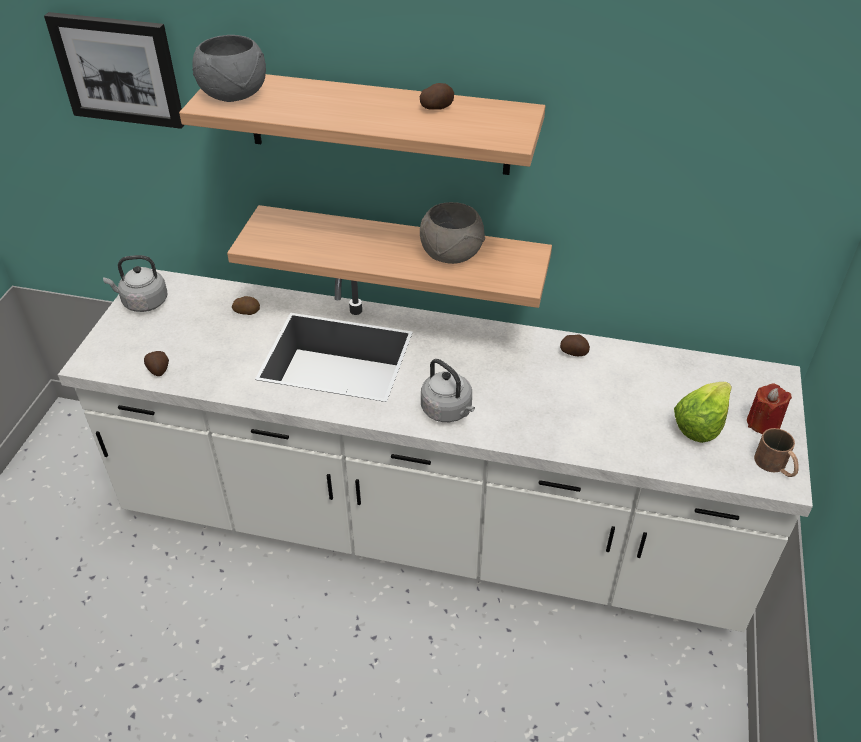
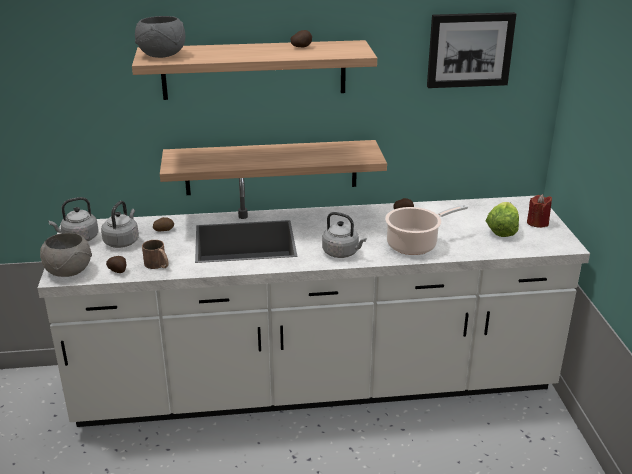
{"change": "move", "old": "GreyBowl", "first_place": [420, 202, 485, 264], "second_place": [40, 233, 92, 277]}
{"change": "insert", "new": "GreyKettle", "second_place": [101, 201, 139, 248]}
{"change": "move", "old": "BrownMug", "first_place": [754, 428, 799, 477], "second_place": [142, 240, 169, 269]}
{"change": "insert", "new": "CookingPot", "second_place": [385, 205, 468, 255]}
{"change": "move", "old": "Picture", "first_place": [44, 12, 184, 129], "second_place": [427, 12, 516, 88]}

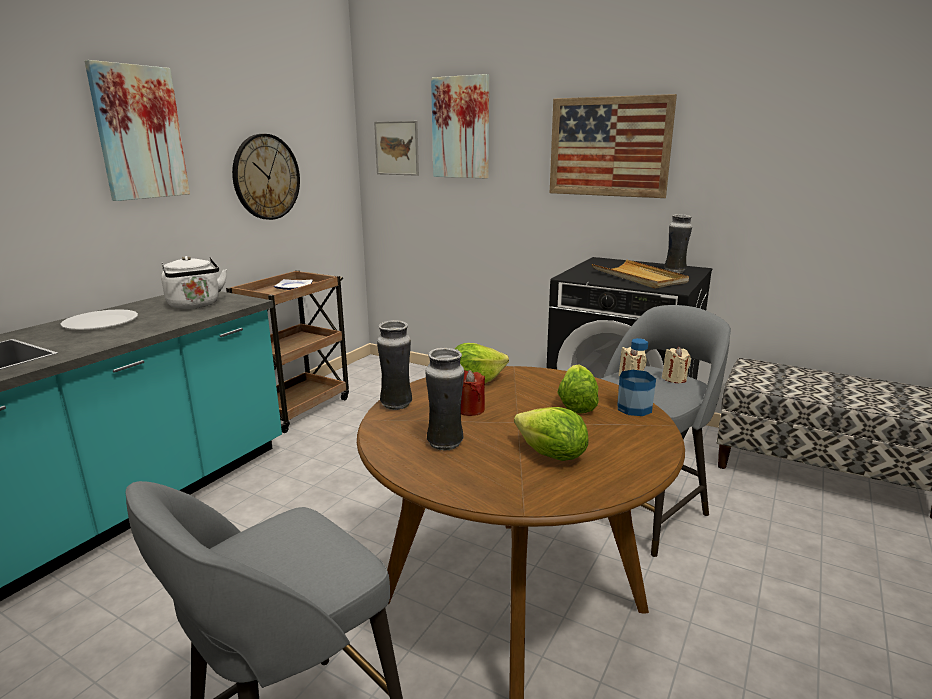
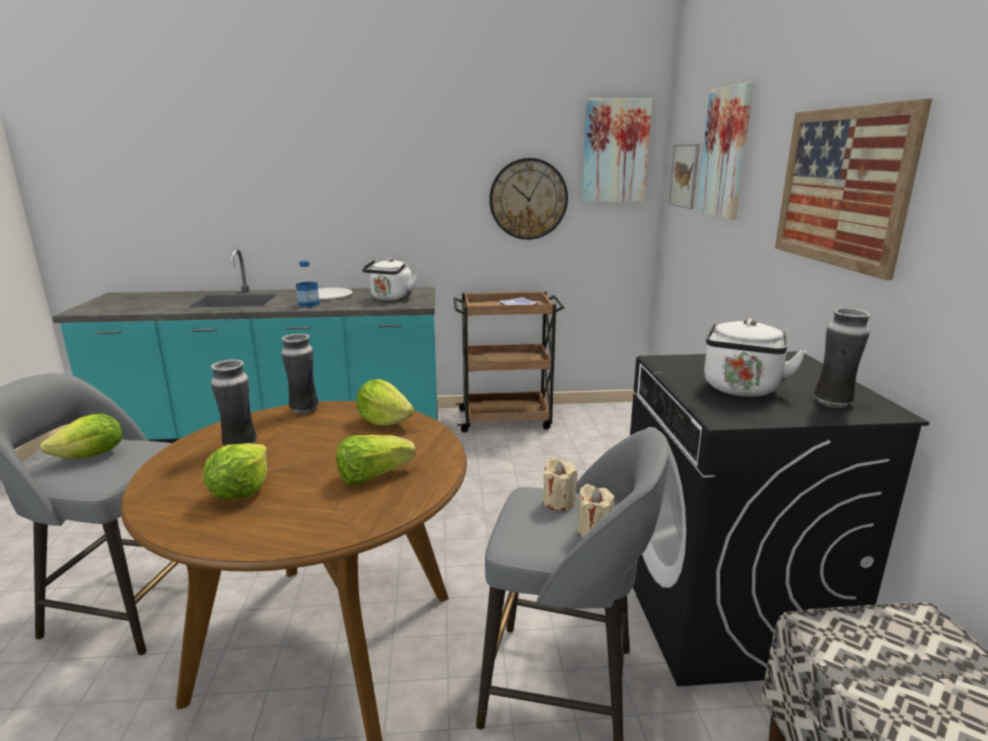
{"change": "insert", "new": "Lettuce", "second_place": [40, 414, 122, 459]}
{"change": "move", "old": "Bottle", "first_place": [617, 338, 656, 416], "second_place": [296, 261, 320, 307]}
{"change": "move", "old": "Picture", "first_place": [85, 60, 190, 201], "second_place": [582, 98, 652, 202]}
{"change": "replace", "old": "BeigeTray", "new": "WhiteKettle", "first_place": [592, 259, 689, 289], "second_place": [704, 319, 806, 397]}
{"change": "delete", "old": "RedCandle", "first_place": [461, 370, 485, 416]}

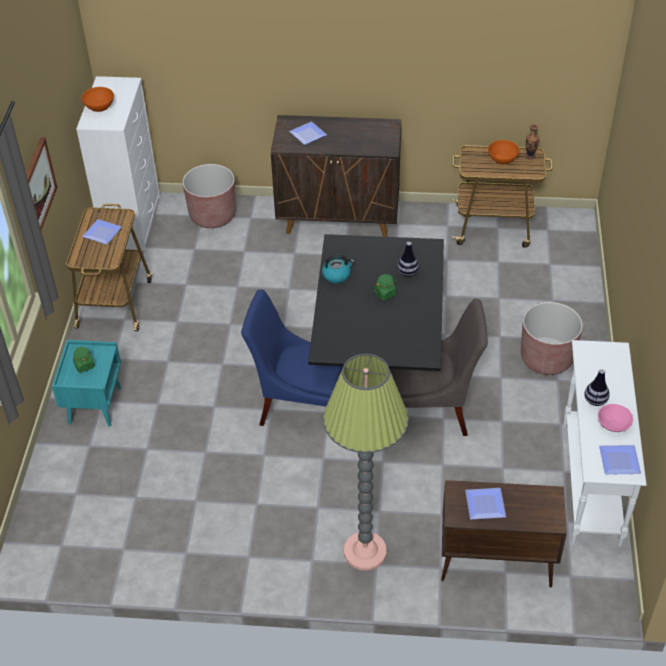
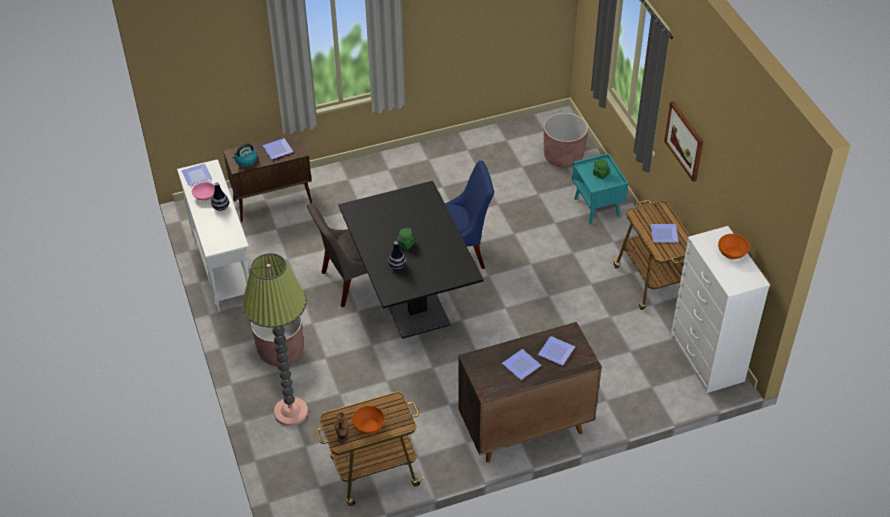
{"change": "move", "old": "Kettle", "first_place": [322, 254, 355, 284], "second_place": [232, 143, 257, 167]}
{"change": "move", "old": "FloorLamp", "first_place": [323, 354, 409, 570], "second_place": [242, 253, 308, 426]}
{"change": "insert", "new": "Plate", "second_place": [502, 349, 542, 380]}
{"change": "move", "old": "BrownPlanter", "first_place": [183, 164, 236, 228], "second_place": [544, 113, 588, 168]}

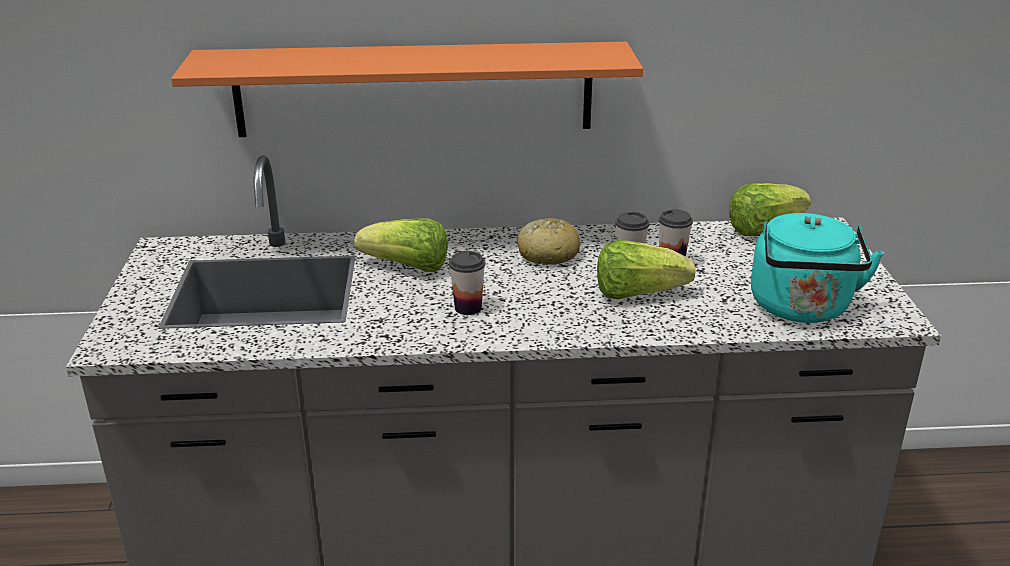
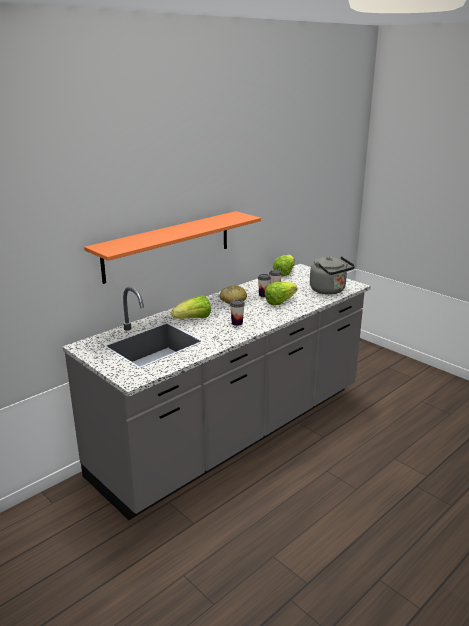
{"change": "recolor", "old": "TurquoiseKettle", "new": "GreyKettle", "first_place": [751, 213, 884, 323], "second_place": [310, 256, 355, 295]}

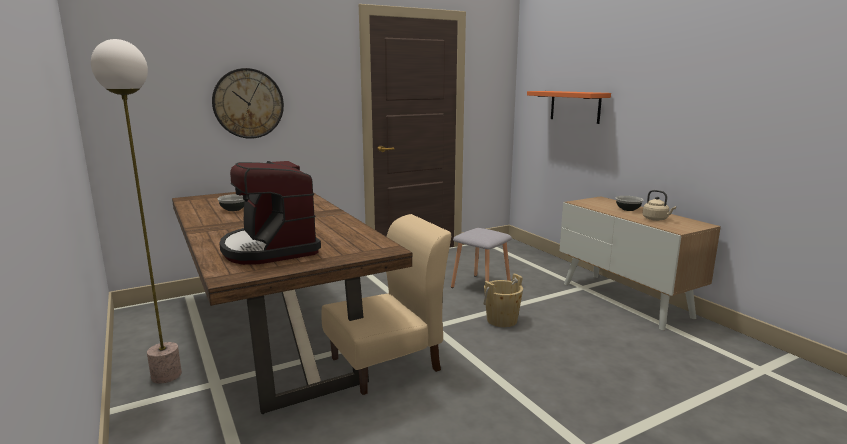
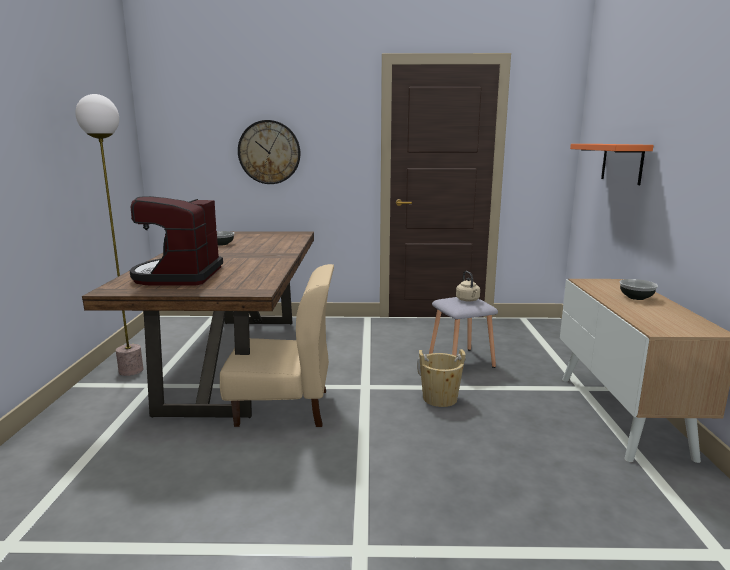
{"change": "move", "old": "BeigeKettle", "first_place": [642, 190, 676, 221], "second_place": [456, 271, 480, 302]}

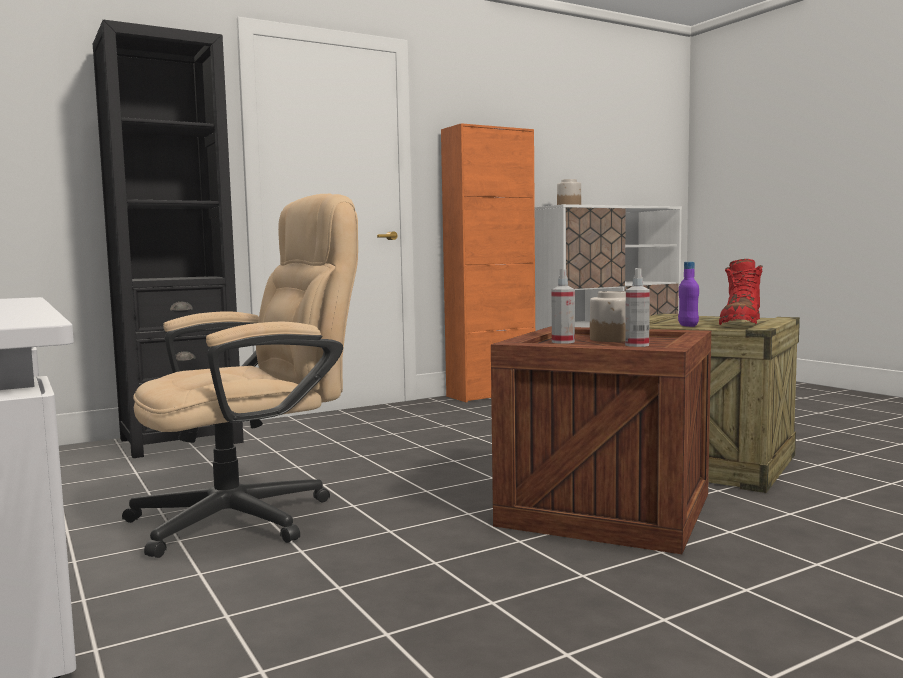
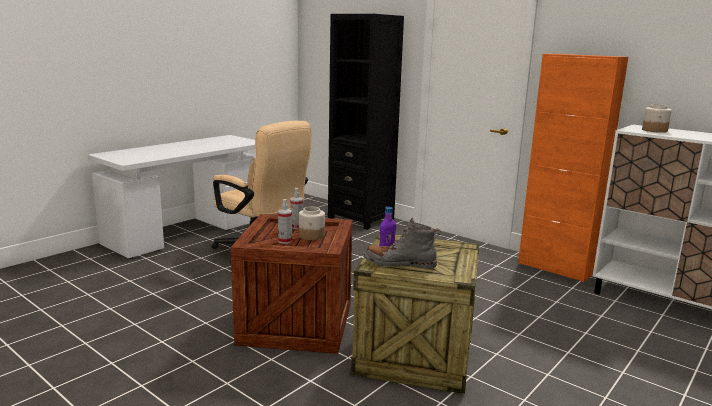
{"change": "recolor", "old": "RedBoot", "new": "GreyBoot", "first_place": [719, 259, 763, 325], "second_place": [363, 218, 441, 269]}

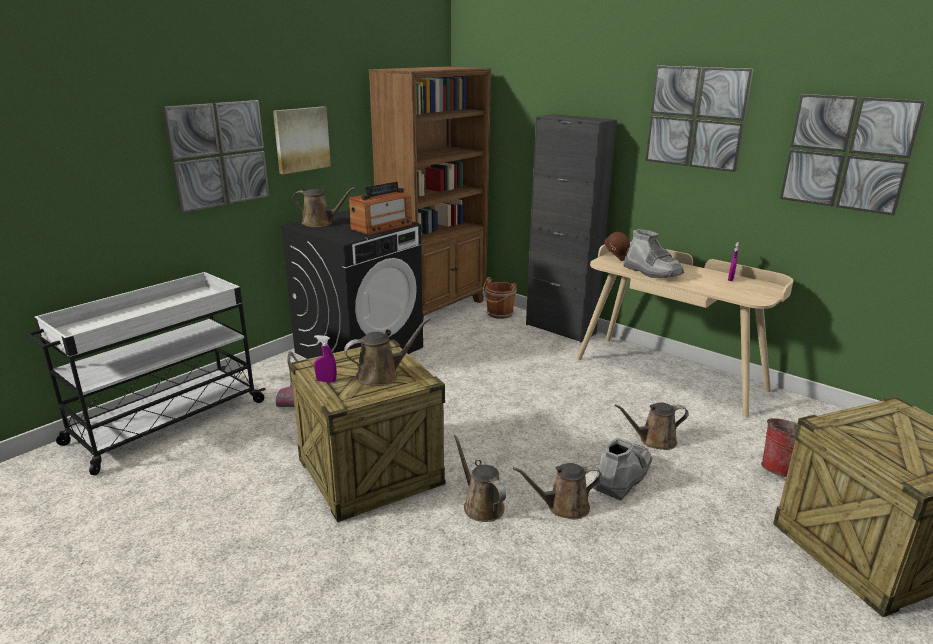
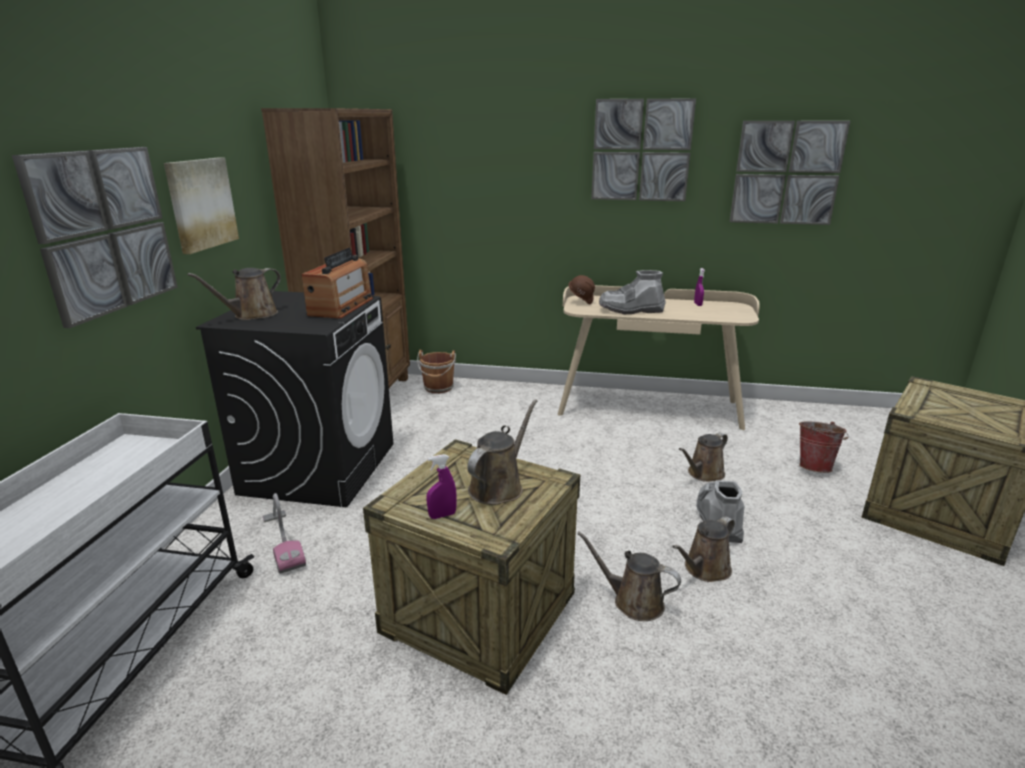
{"change": "rotate", "old": "BrownWateringCan", "first_place": [292, 187, 355, 227], "second_place": [187, 268, 281, 320], "degrees": 150}
{"change": "rotate", "old": "GreyBoot", "first_place": [623, 229, 684, 278], "second_place": [599, 270, 666, 314], "degrees": 150}
{"change": "delete", "old": "BlackCabinet", "first_place": [526, 114, 617, 343]}

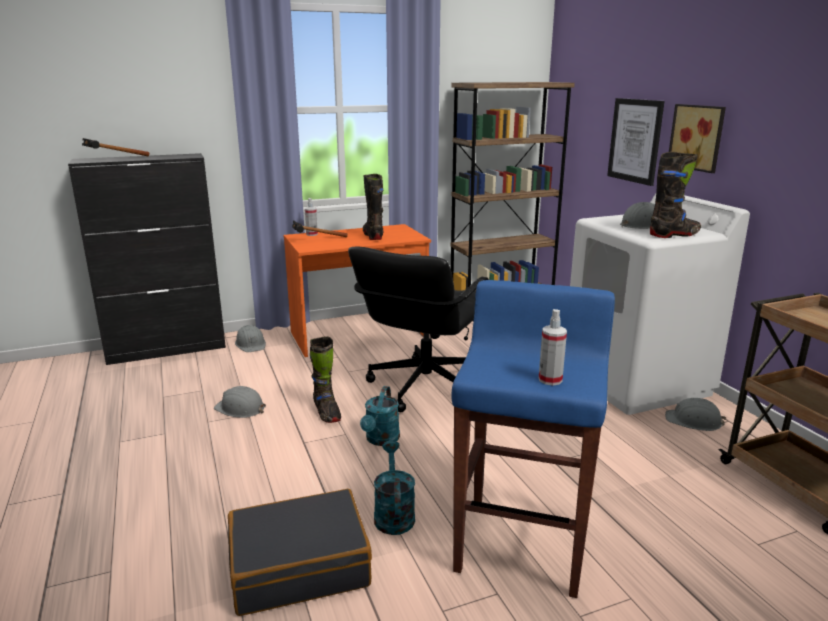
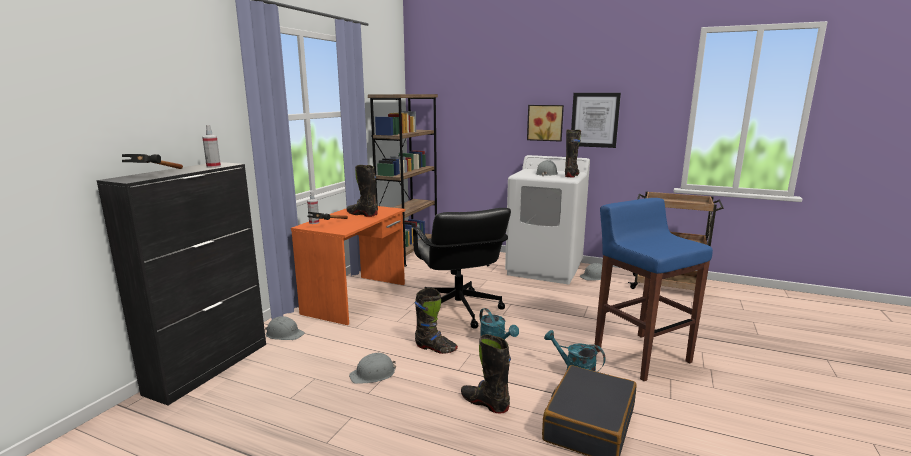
{"change": "move", "old": "SprayBottle", "first_place": [539, 309, 567, 386], "second_place": [202, 125, 221, 168]}
{"change": "insert", "new": "BlackBoot", "second_place": [461, 334, 511, 414]}
{"change": "move", "old": "Picture", "first_place": [607, 98, 665, 186], "second_place": [571, 93, 621, 148]}

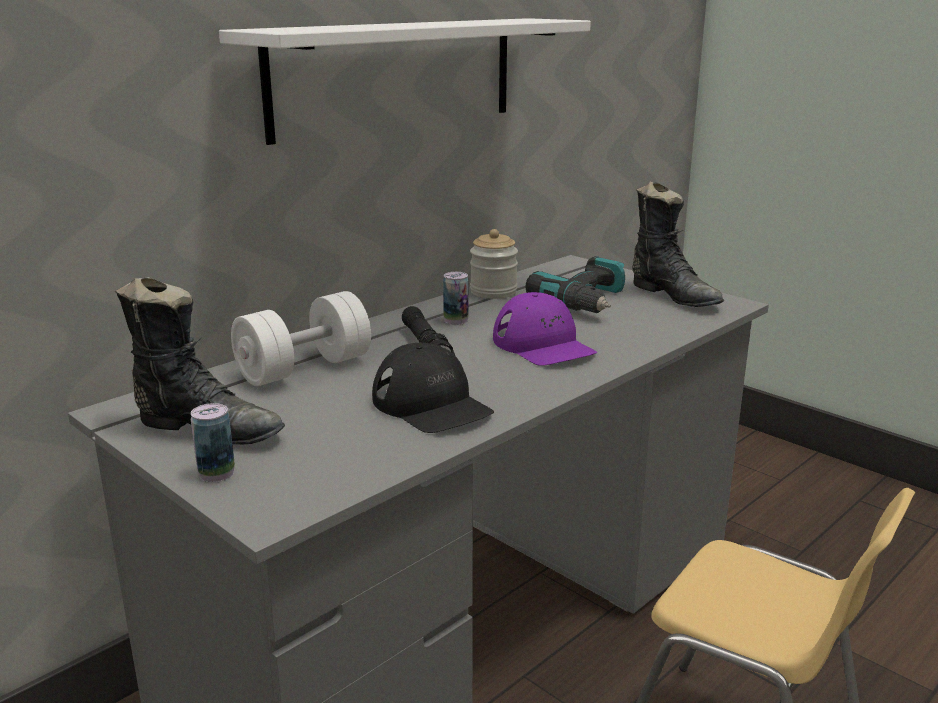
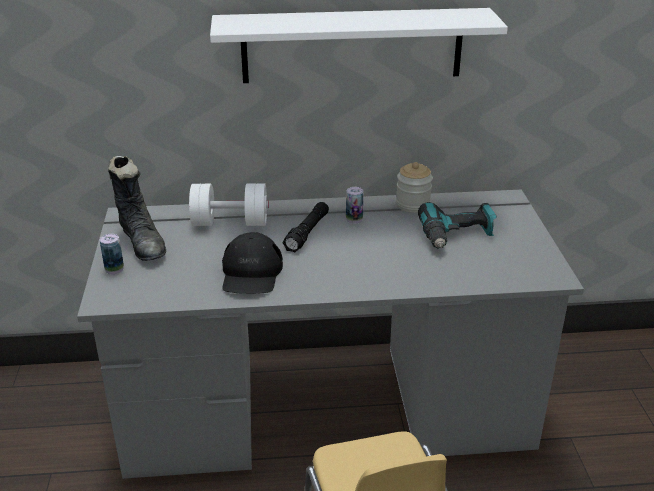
{"change": "delete", "old": "PurpleCap", "first_place": [493, 292, 597, 366]}
{"change": "delete", "old": "BlackBoot", "first_place": [632, 182, 724, 307]}

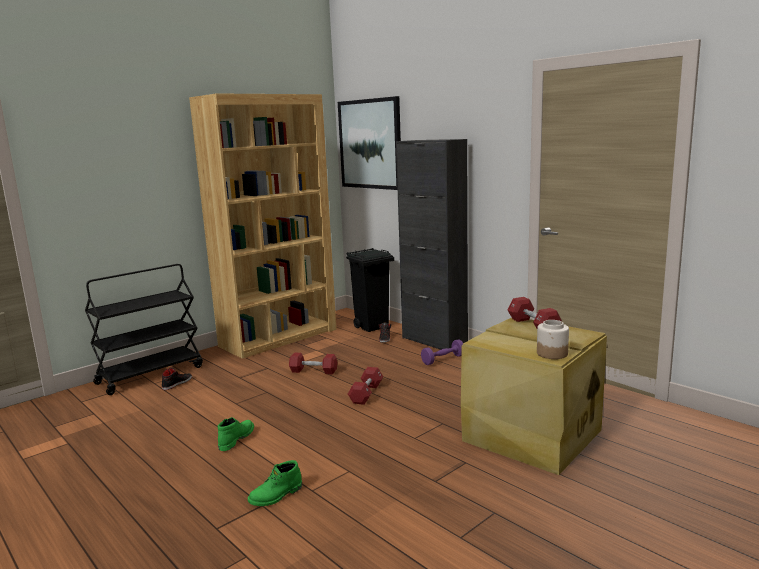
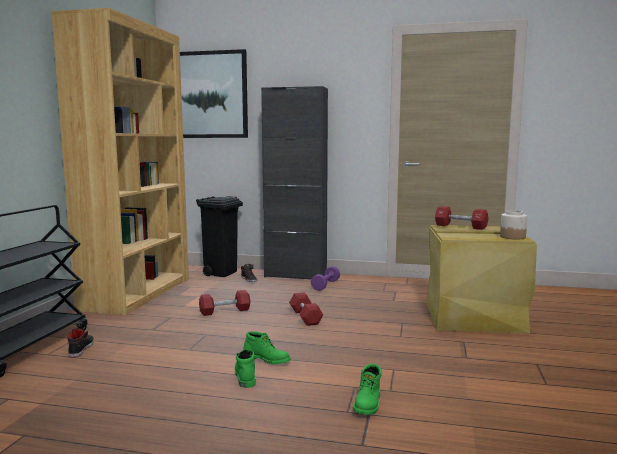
{"change": "insert", "new": "GreenBoot", "second_place": [244, 331, 291, 364]}

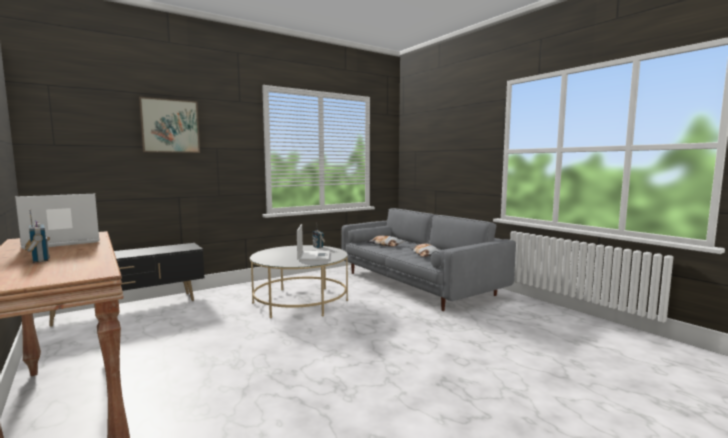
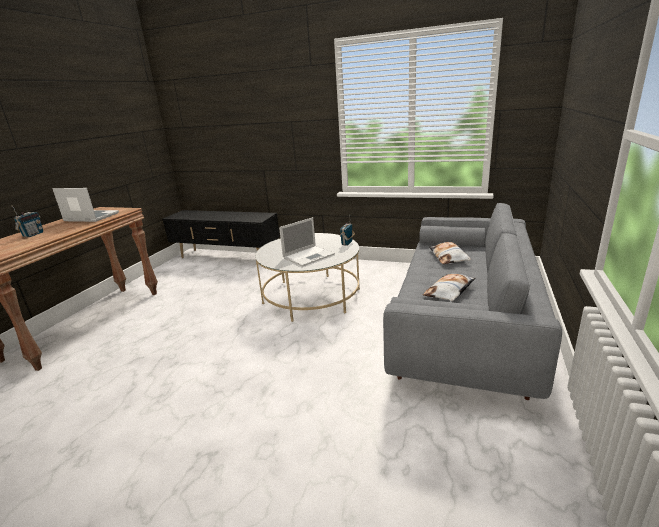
{"change": "delete", "old": "Picture", "first_place": [139, 97, 200, 153]}

